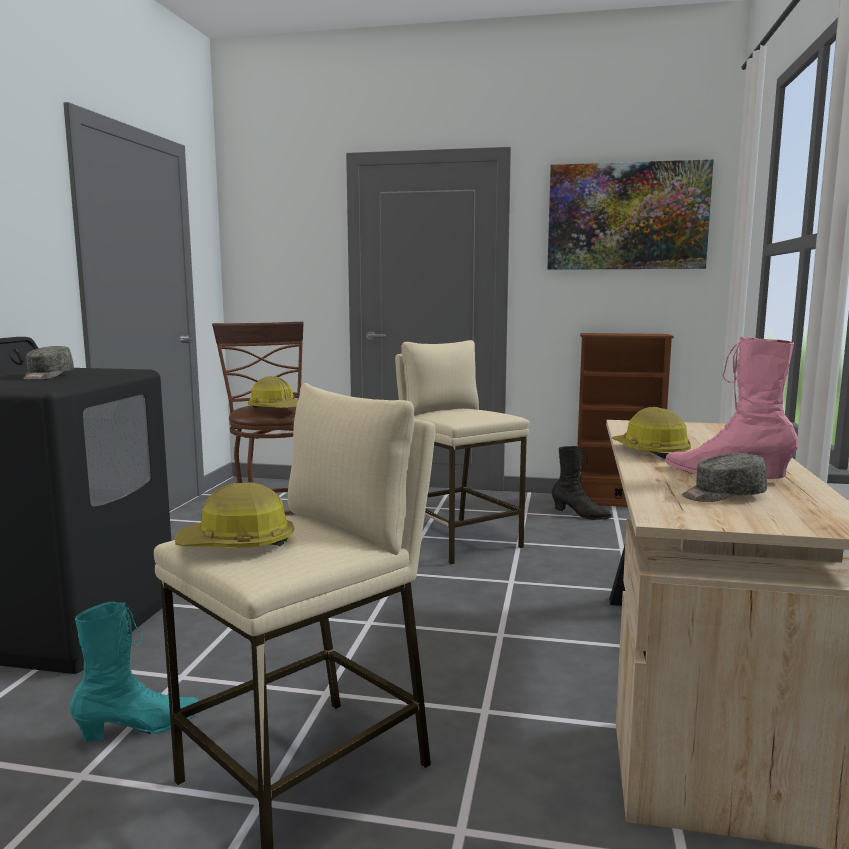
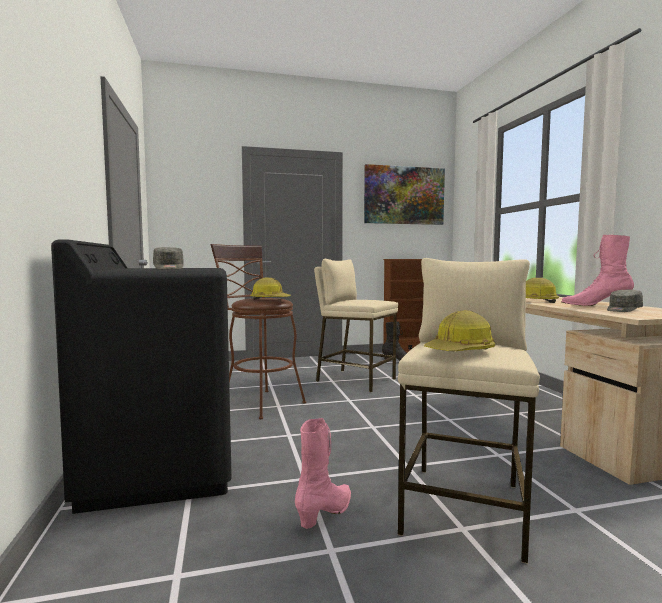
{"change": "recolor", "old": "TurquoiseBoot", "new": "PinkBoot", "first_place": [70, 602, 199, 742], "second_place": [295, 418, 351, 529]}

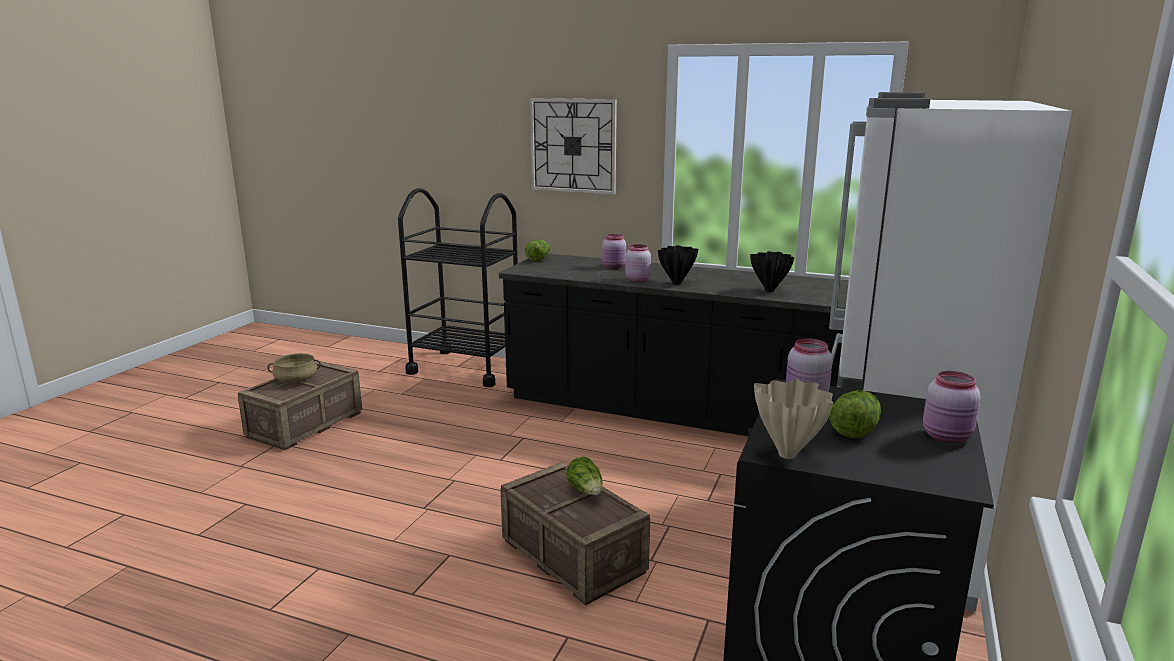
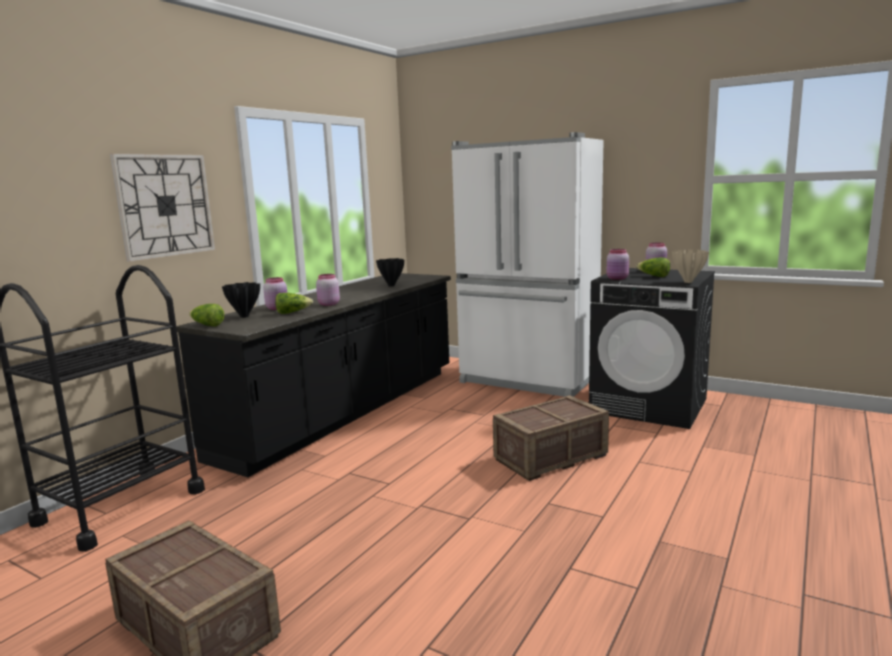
{"change": "move", "old": "BlackVase", "first_place": [658, 245, 698, 285], "second_place": [222, 282, 260, 318]}
{"change": "move", "old": "Lettuce", "first_place": [566, 457, 603, 495], "second_place": [275, 293, 313, 314]}
{"change": "delete", "old": "BeigeCookingPot", "first_place": [267, 353, 321, 383]}

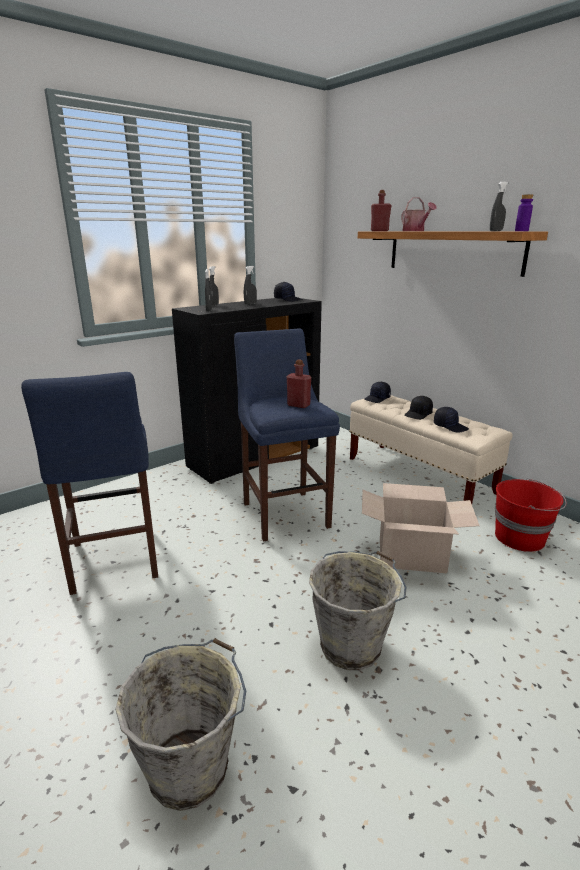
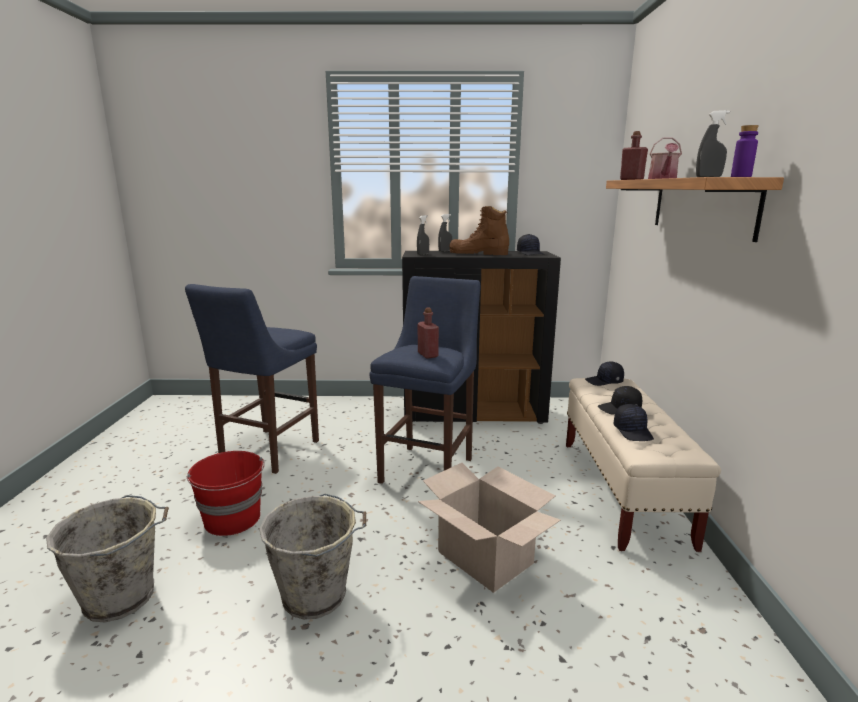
{"change": "move", "old": "RedBucket", "first_place": [495, 478, 567, 552], "second_place": [186, 451, 265, 536]}
{"change": "replace", "old": "GreySprayBottle", "new": "BrownBoot", "first_place": [244, 266, 257, 305], "second_place": [449, 206, 509, 255]}

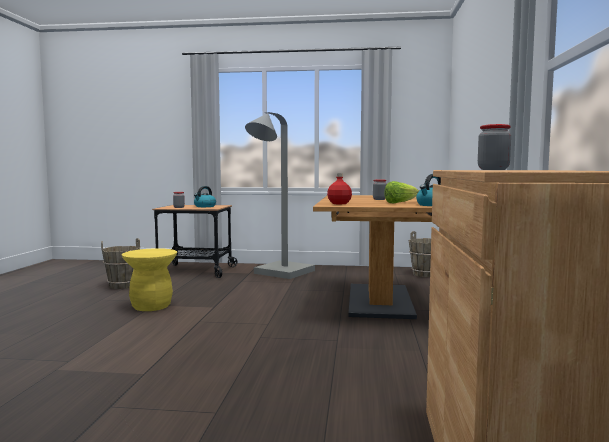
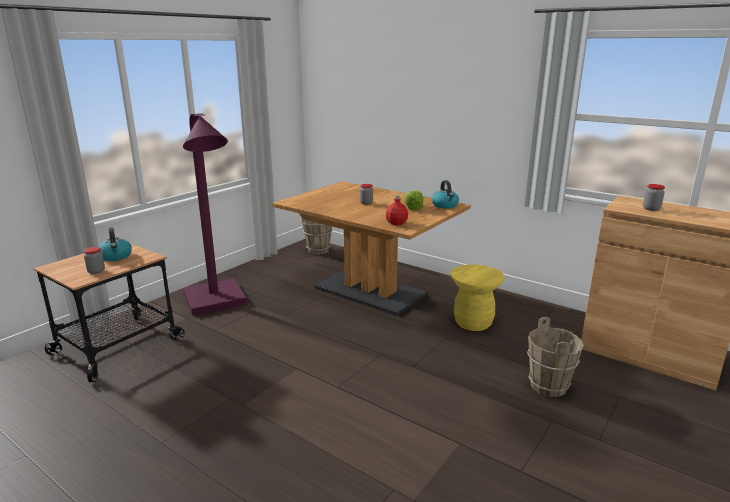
{"change": "recolor", "old": "GreyFloorLamp", "new": "PurpleFloorLamp", "first_place": [245, 112, 315, 279], "second_place": [183, 114, 247, 316]}
{"change": "move", "old": "YellowStool", "first_place": [122, 248, 177, 311], "second_place": [451, 265, 505, 331]}
{"change": "move", "old": "BrownBucket", "first_place": [101, 238, 140, 289], "second_place": [527, 317, 584, 397]}

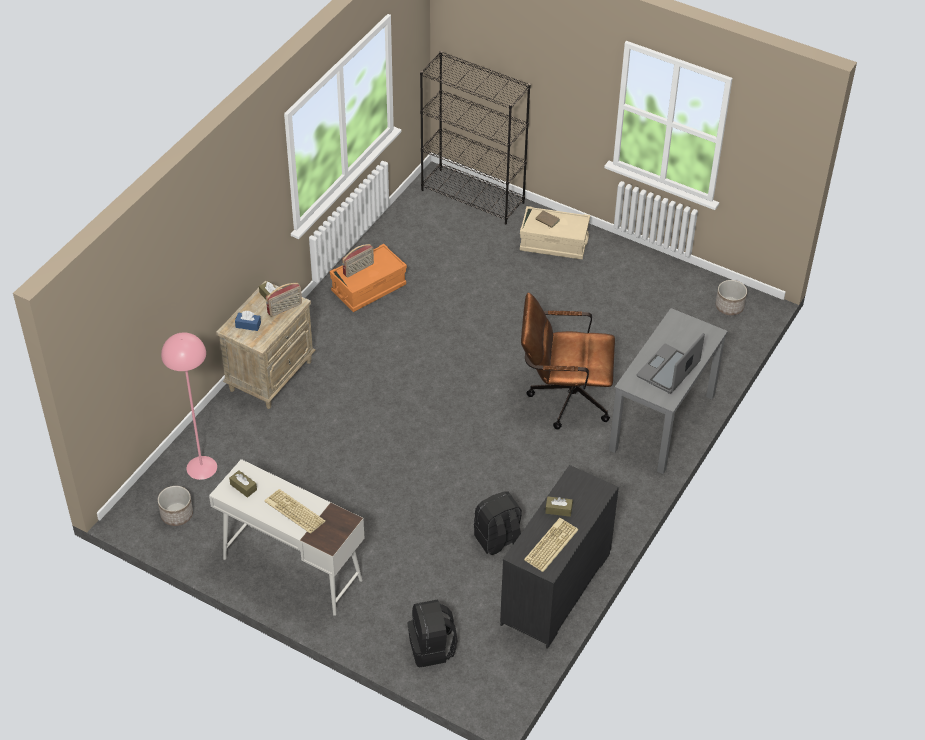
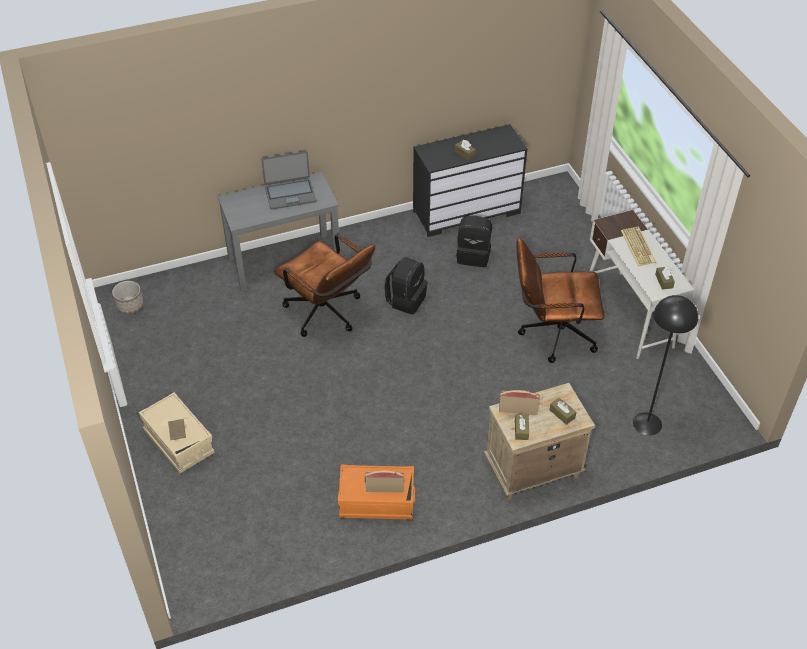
{"change": "move", "old": "BlackBackpack", "first_place": [407, 599, 457, 667], "second_place": [385, 257, 427, 314]}
{"change": "insert", "new": "BrownOfficeChair", "second_place": [516, 238, 605, 363]}
{"change": "recolor", "old": "BlueTissueBox", "new": "BrownTissueBox", "first_place": [235, 311, 261, 331], "second_place": [550, 398, 576, 425]}
{"change": "recolor", "old": "PinkFloorLamp", "new": "BlackFloorLamp", "first_place": [161, 332, 217, 480], "second_place": [633, 295, 698, 435]}
{"change": "delete", "old": "Planter", "first_place": [158, 486, 193, 526]}
{"change": "delete", "old": "BlackBookcase", "first_place": [420, 51, 531, 225]}
{"change": "delete", "old": "Keyboard", "first_place": [524, 518, 578, 572]}

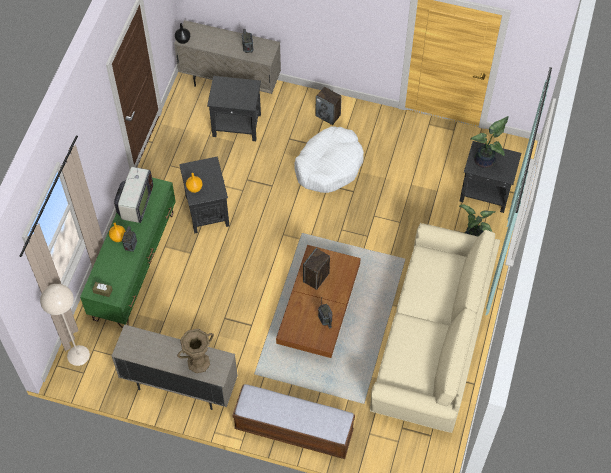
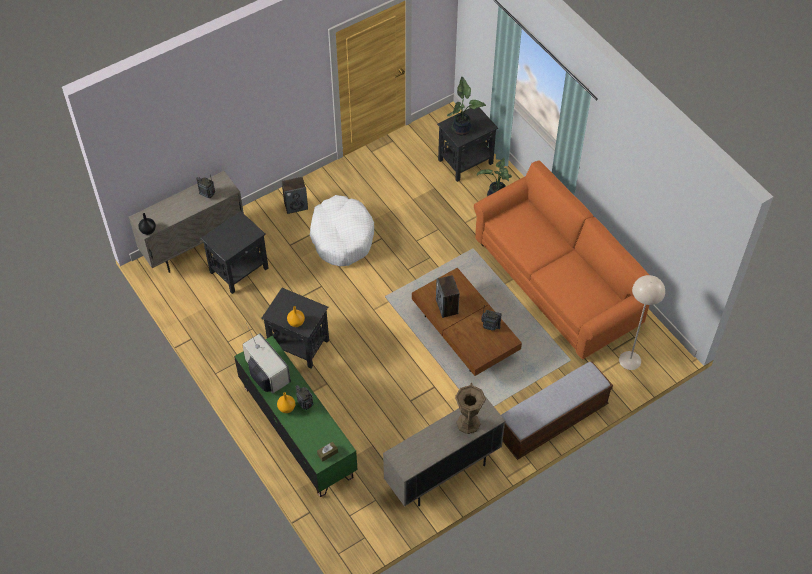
{"change": "recolor", "old": "BeigeSofa", "new": "OrangeSofa", "first_place": [370, 223, 500, 433], "second_place": [474, 160, 649, 359]}
{"change": "move", "old": "BeigeFloorLamp", "first_place": [40, 284, 90, 366], "second_place": [619, 275, 665, 370]}

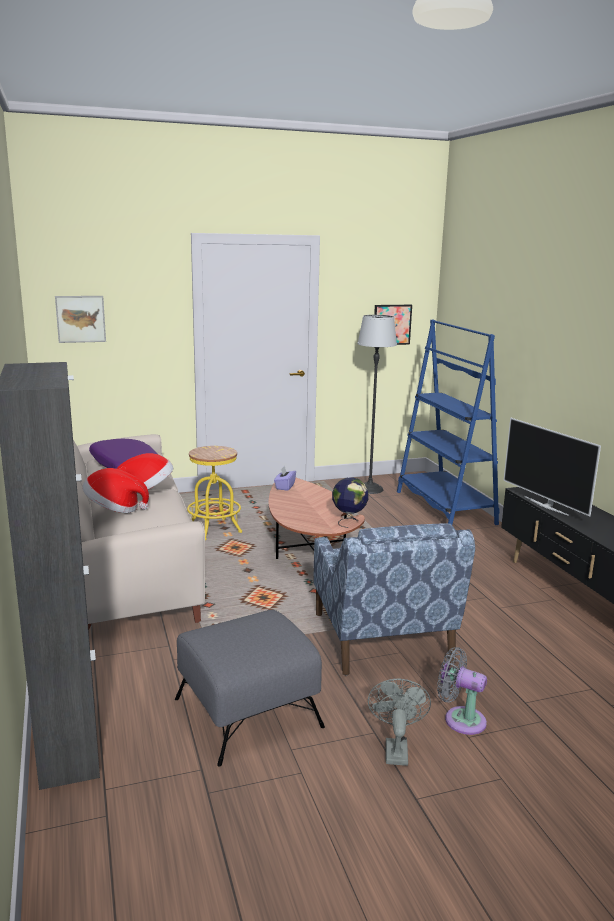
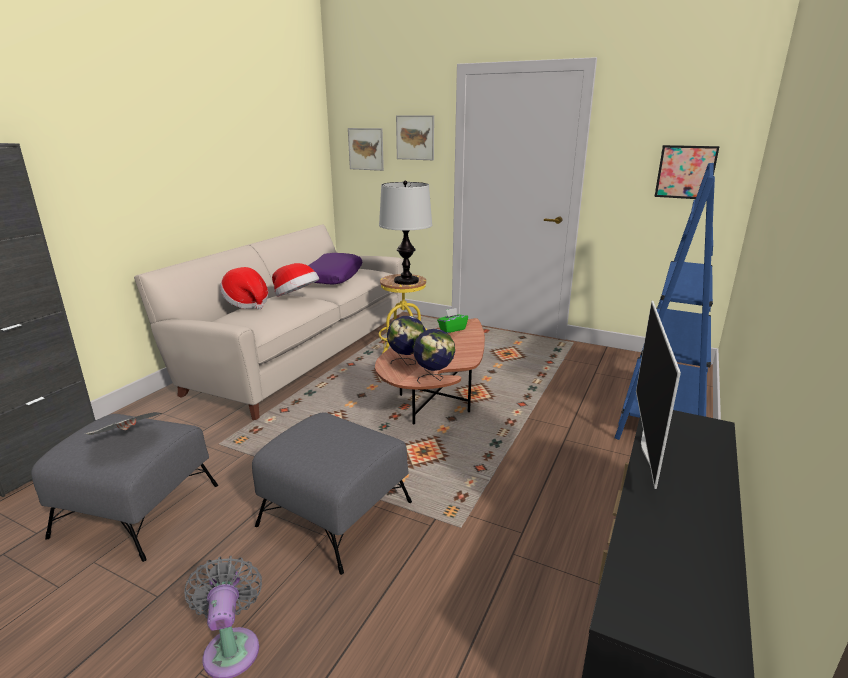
{"change": "insert", "new": "Newspaper", "second_place": [86, 412, 162, 435]}
{"change": "replace", "old": "BlueArmchair", "new": "GreyOttoman", "first_place": [313, 523, 475, 676], "second_place": [252, 412, 412, 575]}
{"change": "insert", "new": "TableLamp", "second_place": [379, 181, 432, 285]}
{"change": "insert", "new": "Globe", "second_place": [387, 316, 426, 365]}
{"change": "insert", "new": "Picture", "second_place": [396, 115, 434, 160]}
{"change": "recolor", "old": "PurpleTissueBox", "new": "GreenTissueBox", "first_place": [274, 466, 296, 491], "second_place": [437, 308, 468, 333]}
{"change": "delete", "old": "FloorLamp", "first_place": [357, 315, 397, 494]}
{"change": "delete", "old": "GreyFan", "first_place": [368, 679, 431, 766]}

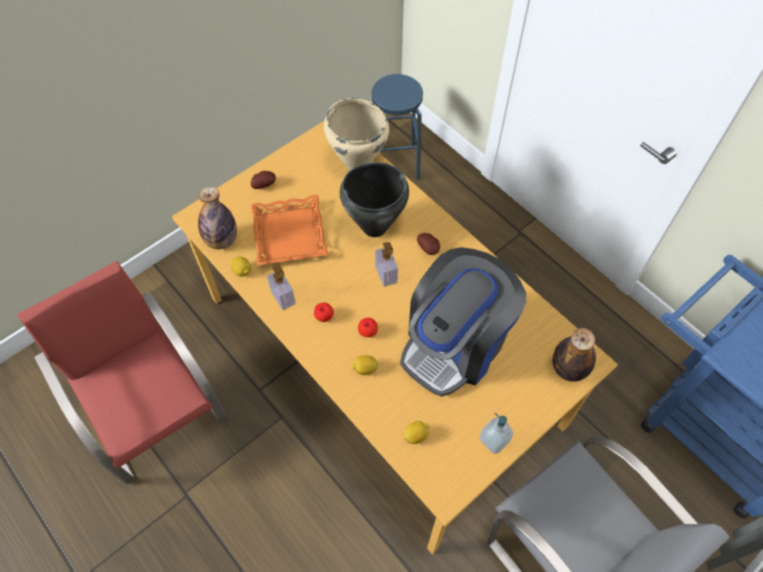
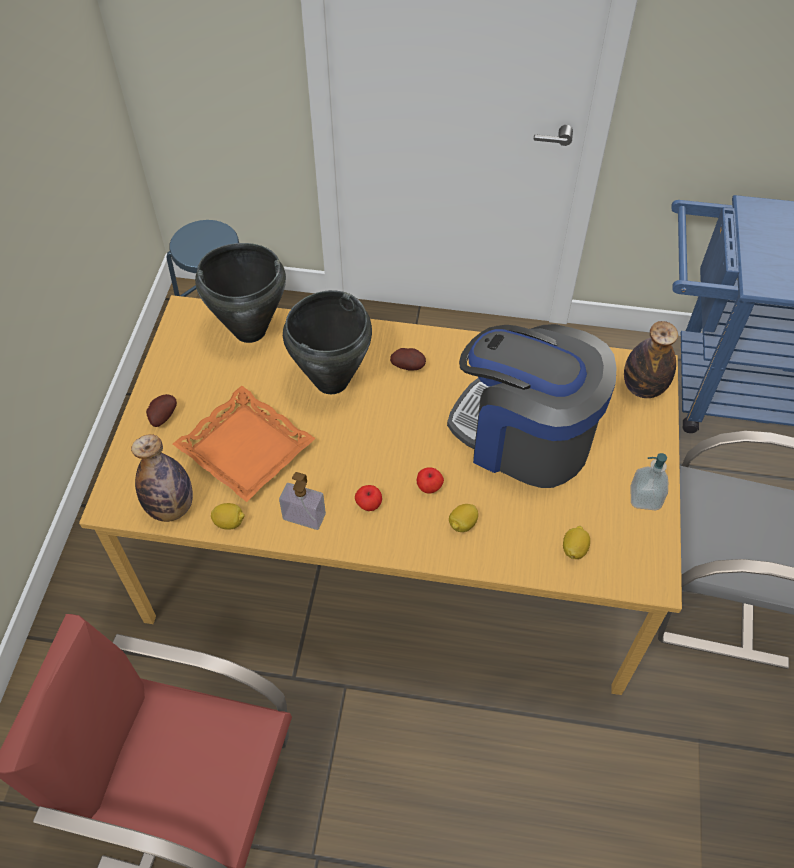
{"change": "recolor", "old": "BeigeCookingPot", "new": "BlackCookingPot", "first_place": [324, 98, 389, 171], "second_place": [195, 243, 286, 343]}
{"change": "rotate", "old": "CoffeeMachine", "first_place": [400, 247, 526, 397], "second_place": [447, 324, 617, 488], "degrees": 120}
{"change": "delete", "old": "SoapDispenser", "first_place": [375, 242, 398, 287]}

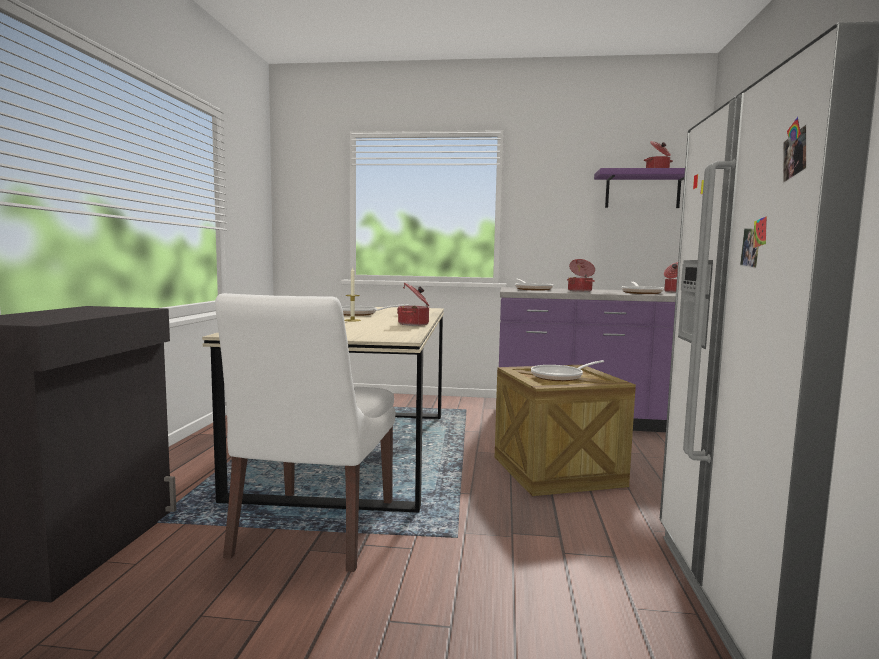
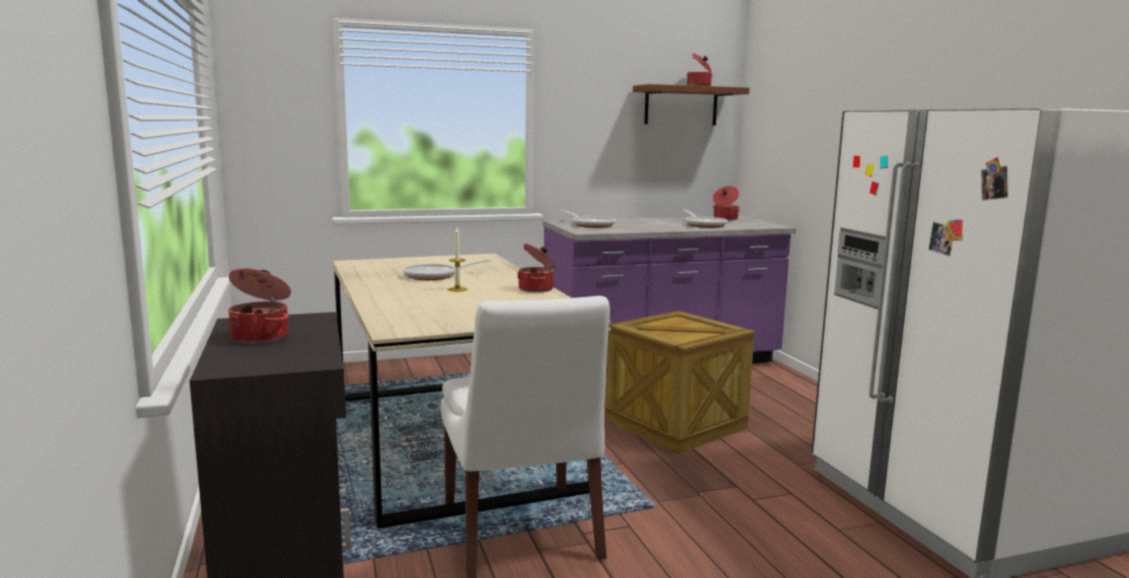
{"change": "move", "old": "CookingPot", "first_place": [567, 259, 595, 292], "second_place": [228, 268, 291, 344]}
{"change": "recolor", "old": "PurpleShelf", "new": "BrownShelf", "first_place": [594, 168, 685, 208], "second_place": [633, 84, 749, 125]}
{"change": "delete", "old": "FryingPan", "first_place": [531, 360, 604, 381]}

